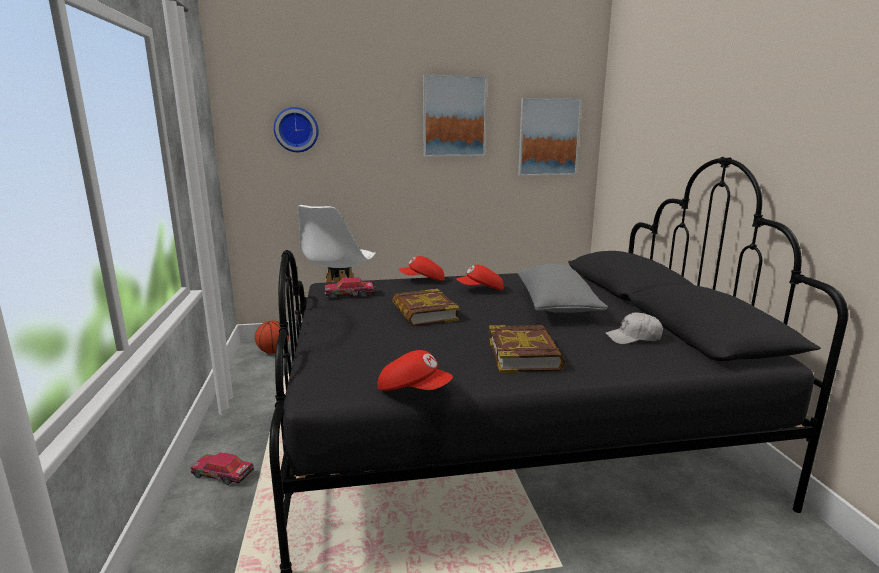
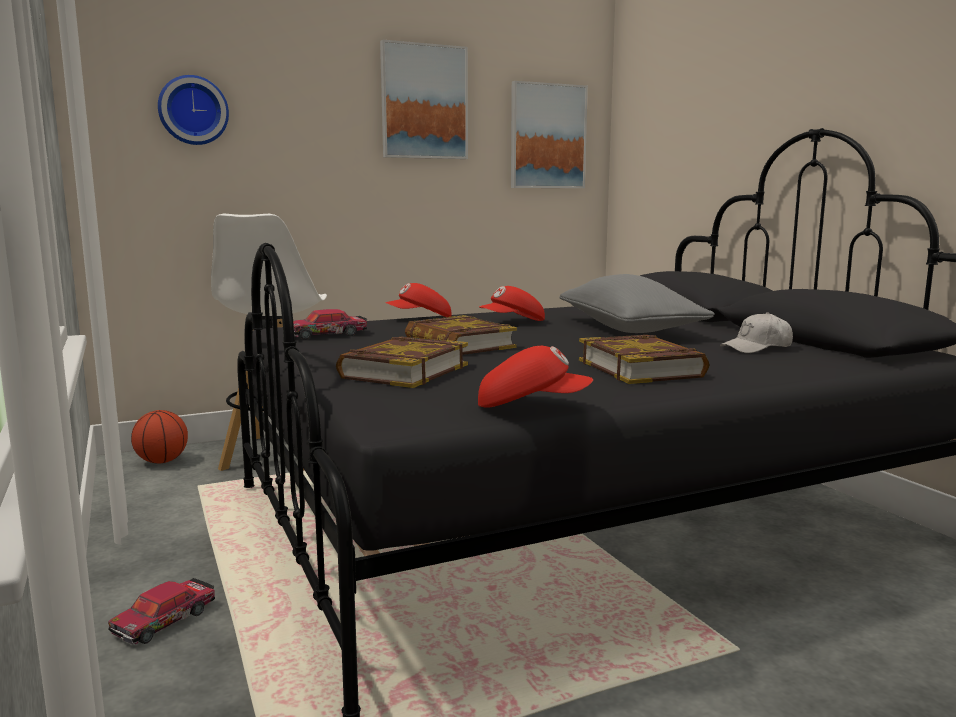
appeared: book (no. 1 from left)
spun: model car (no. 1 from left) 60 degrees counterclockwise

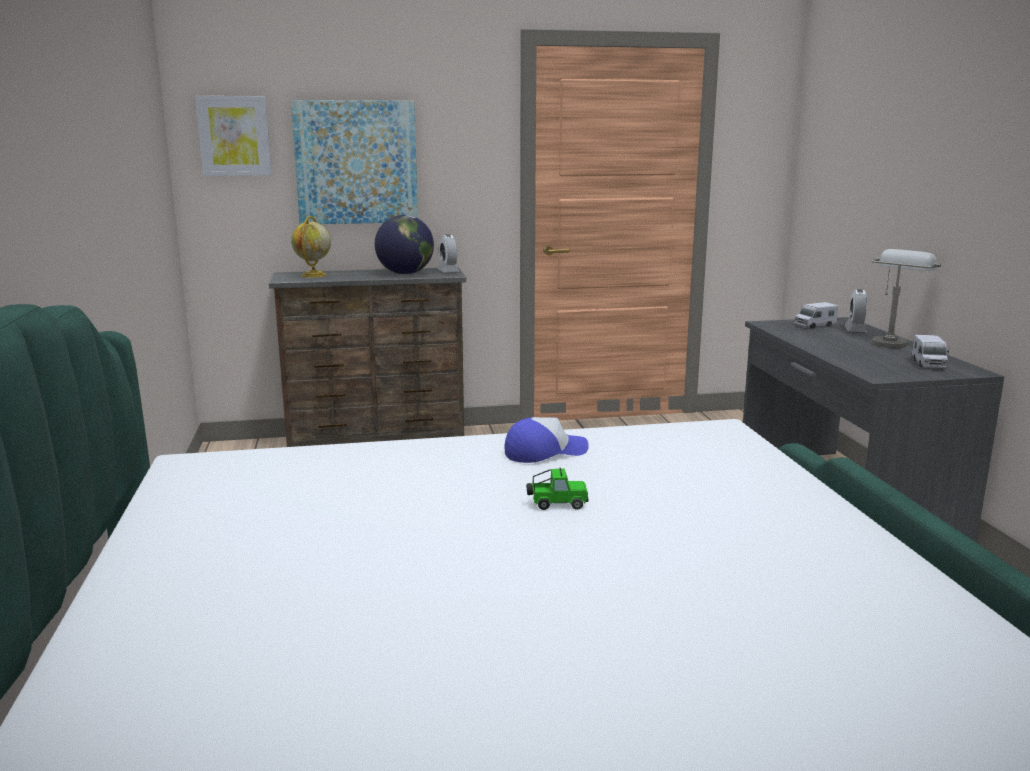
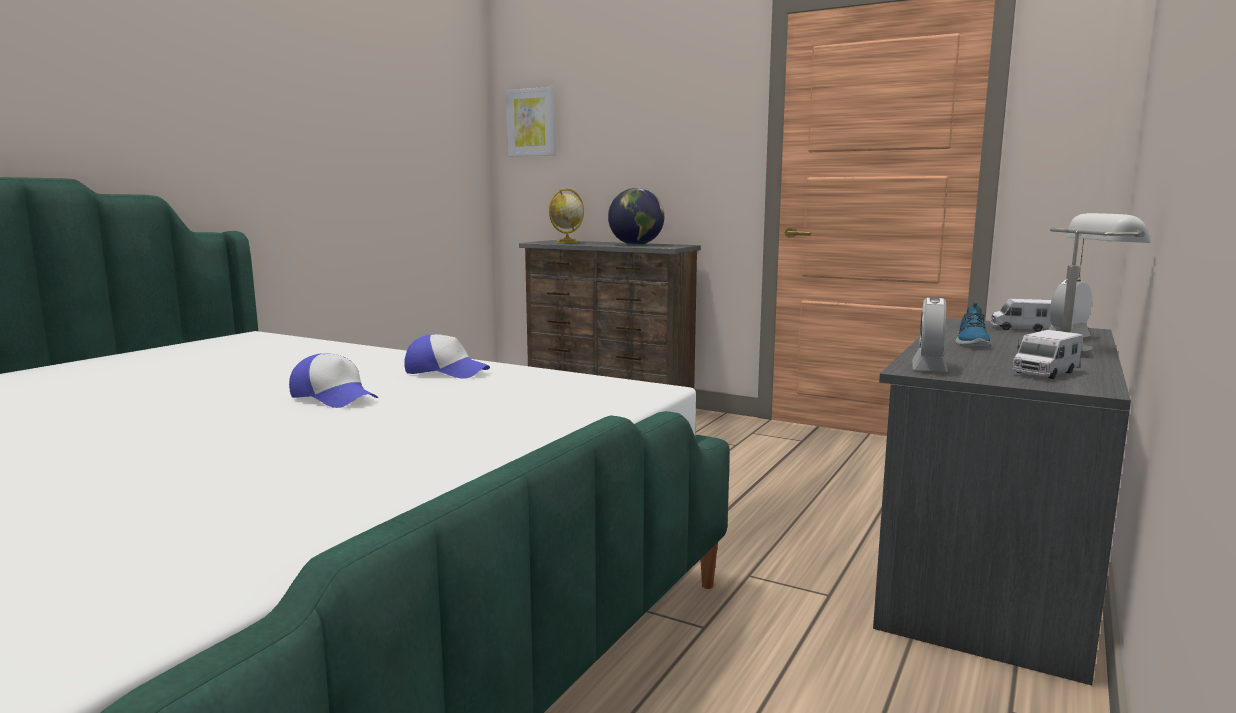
missing: wall art (no. 2 from left)
appeared: item of footwear
relocated: bedside clock (no. 1 from left)
exchanged: model car to baseball cap (no. 1 from left)

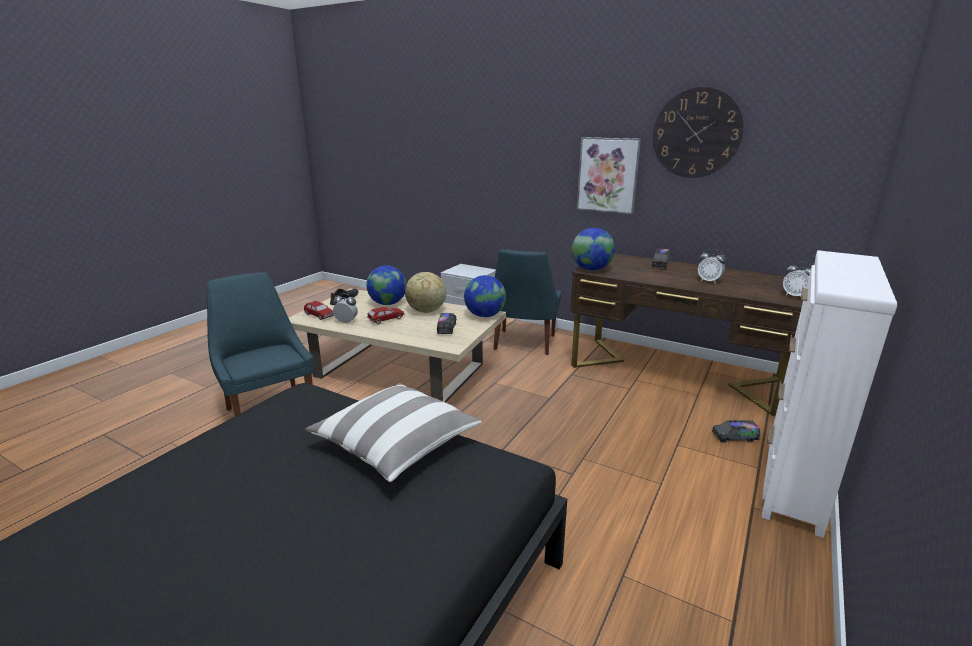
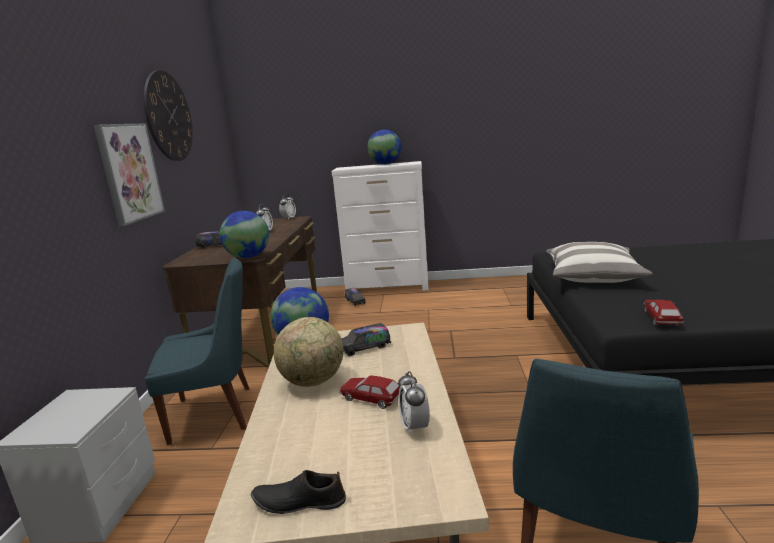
relocated: desk globe (no. 1 from left in the first image) to desk globe (no. 4 from left); model car (no. 1 from left in the first image) to model car (no. 2 from left)

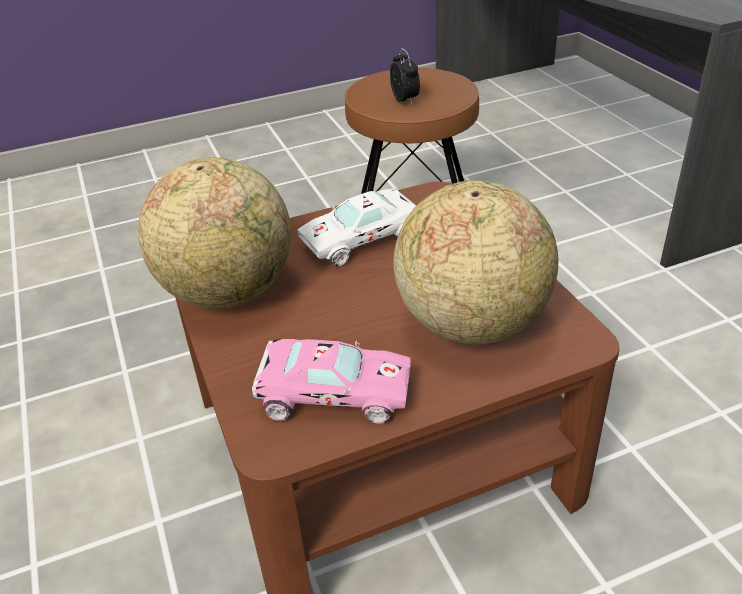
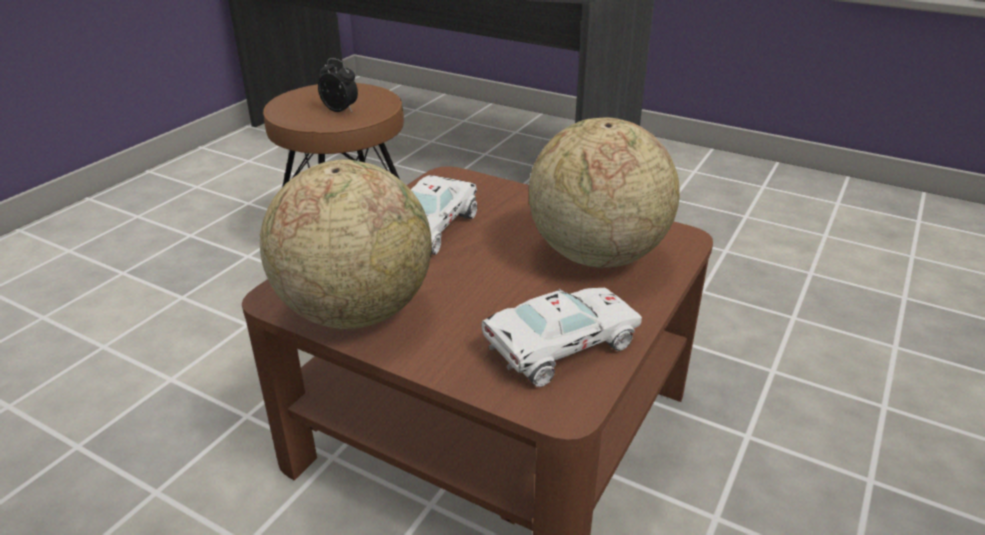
colour: pink model car to whitish model car (no. 2 from left)

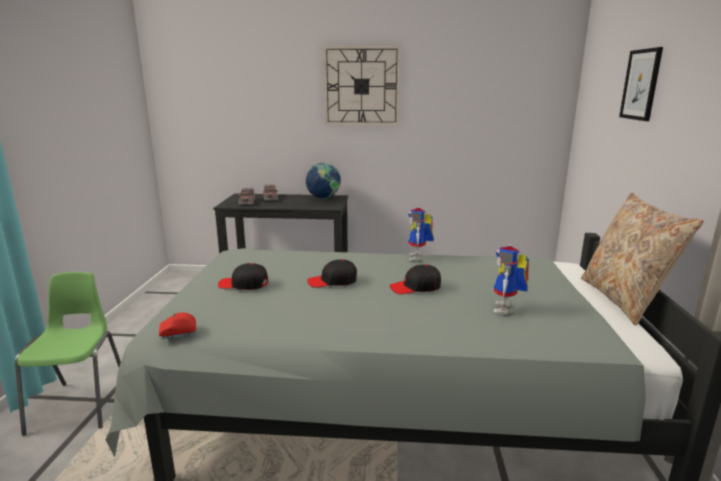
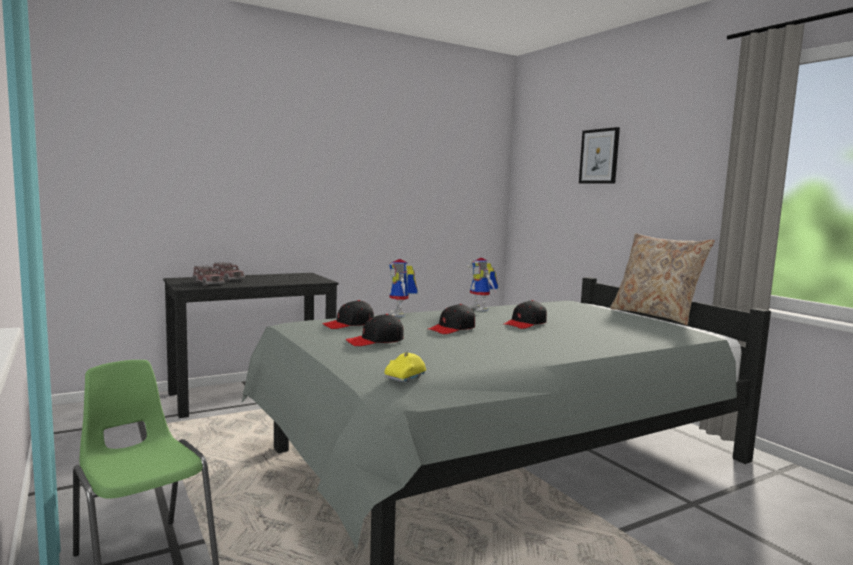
missing: desk globe; clock on the wall
appeared: black-coloured baseball cap (no. 1 from left)
relocated: model robot (no. 2 from left in the first image) to model robot (no. 1 from left)
colour: red model car to yellow-coloured model car

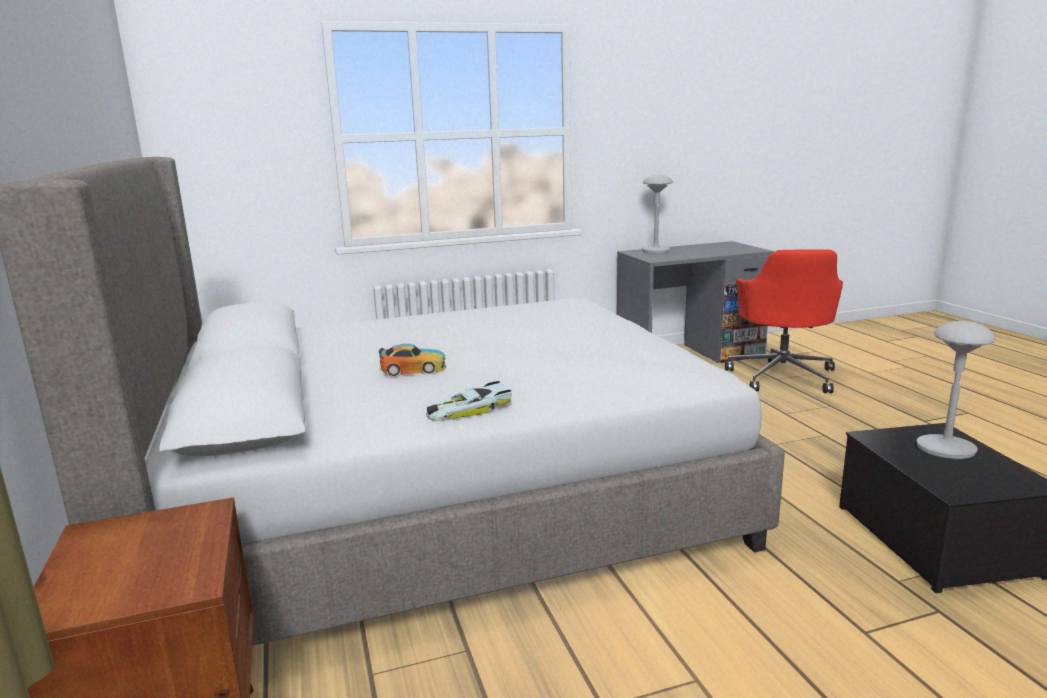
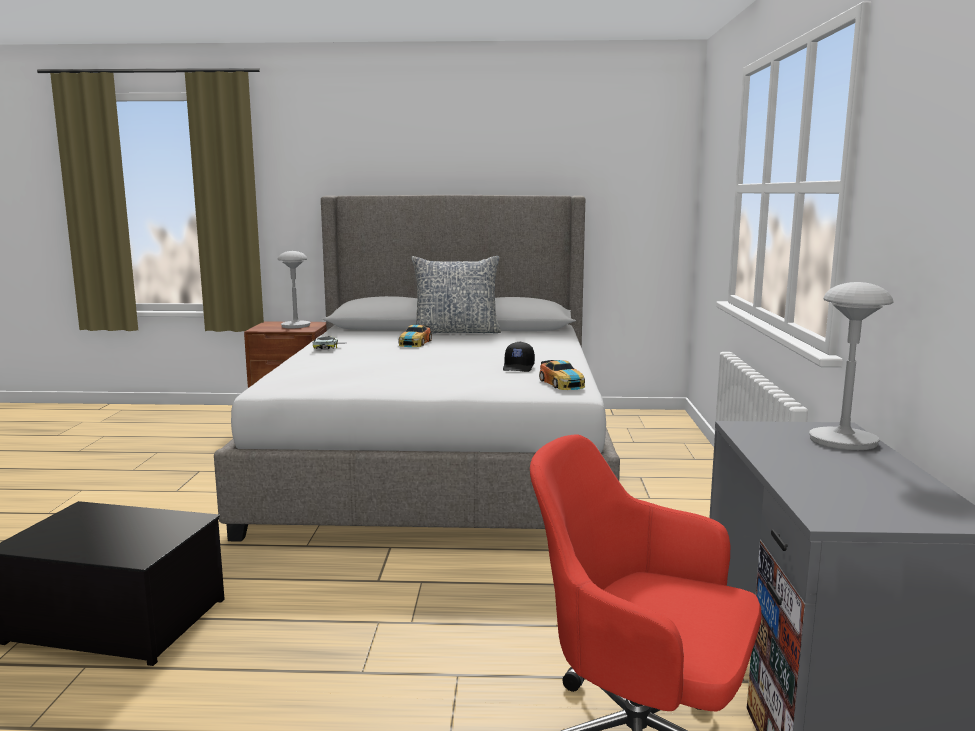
appeared: pillow; black-coloured baseball cap; model car (no. 3 from left)
relocated: greyish lamp for a table (no. 2 from left in the first image) to greyish lamp for a table (no. 1 from left)

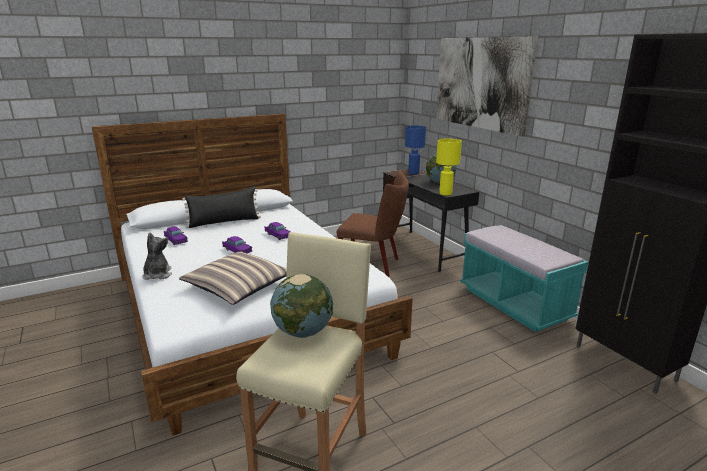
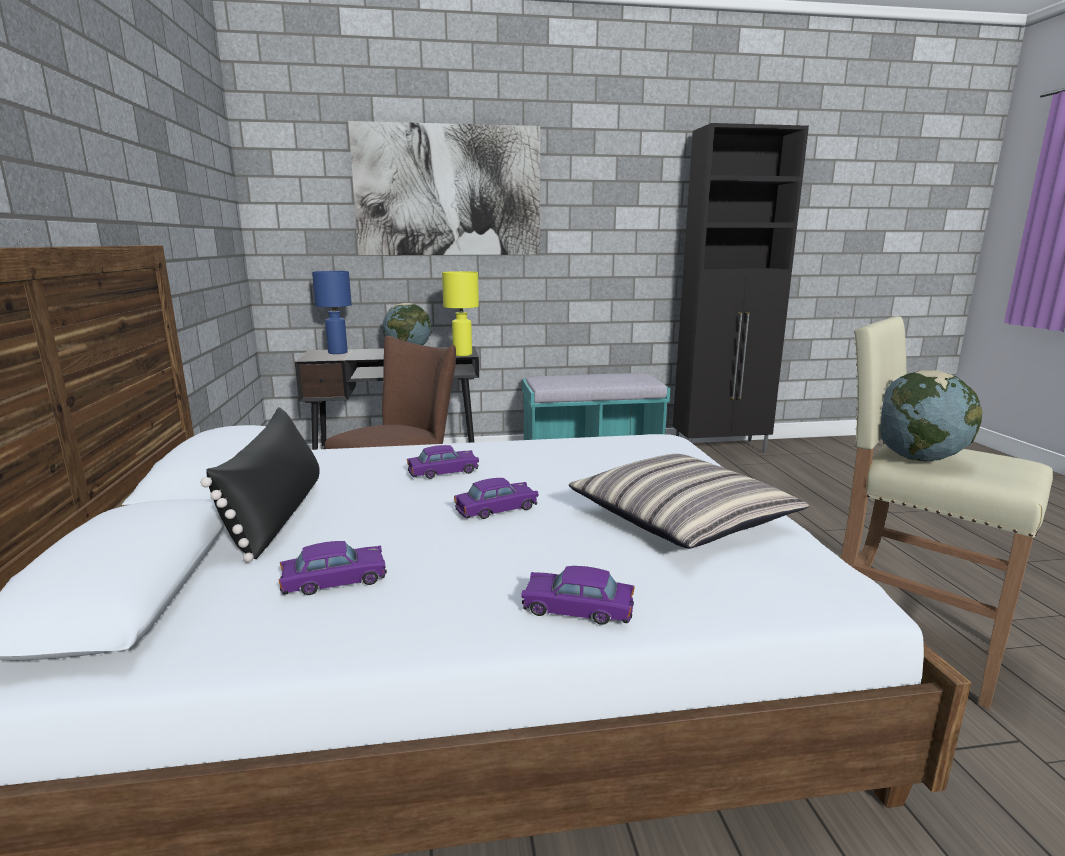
exchanged: plush toy to purple model car (no. 4 from left)

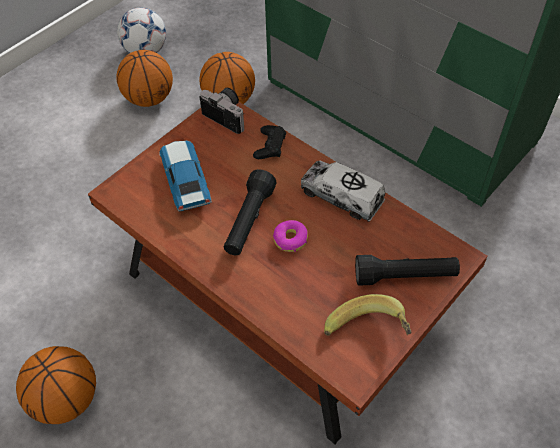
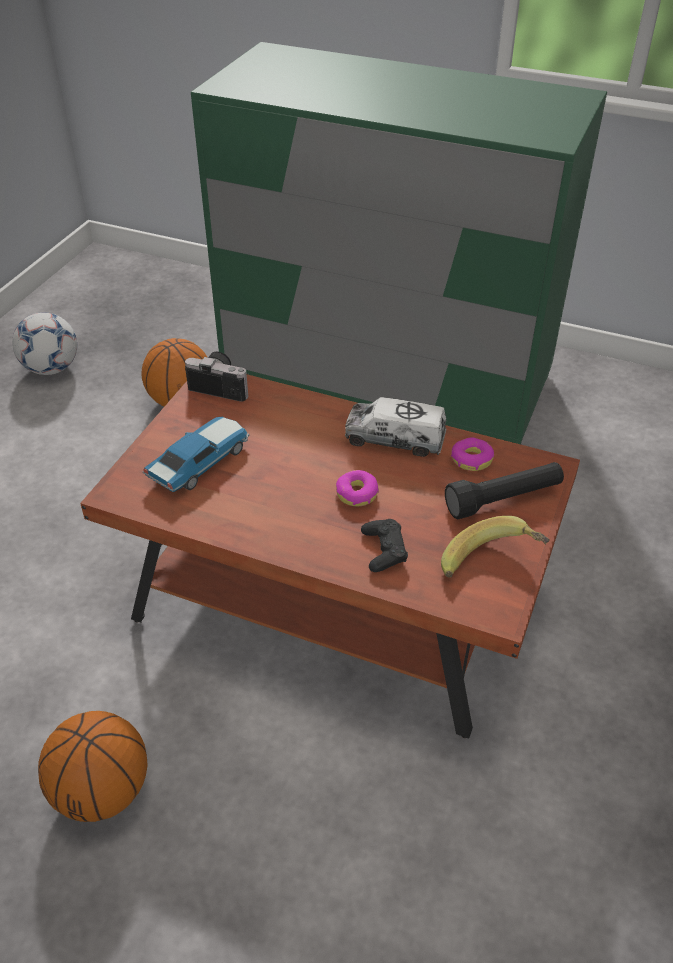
missing: basketball (no. 2 from left); black-coloured torch (no. 1 from left)
appeared: ring doughnut (no. 2 from left)
relocated: black-coloured joypad
spun: model car 75 degrees clockwise

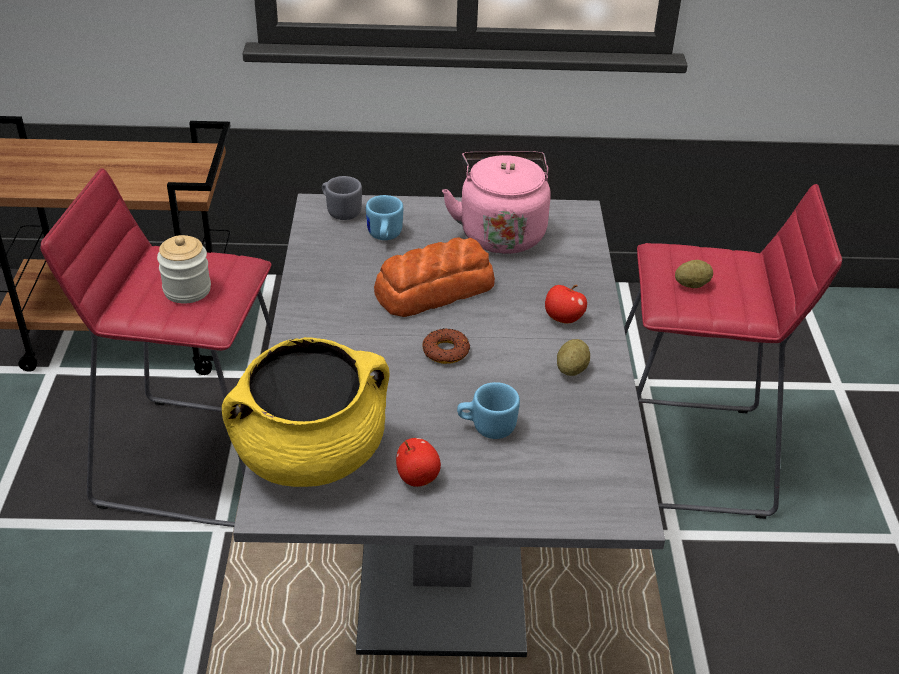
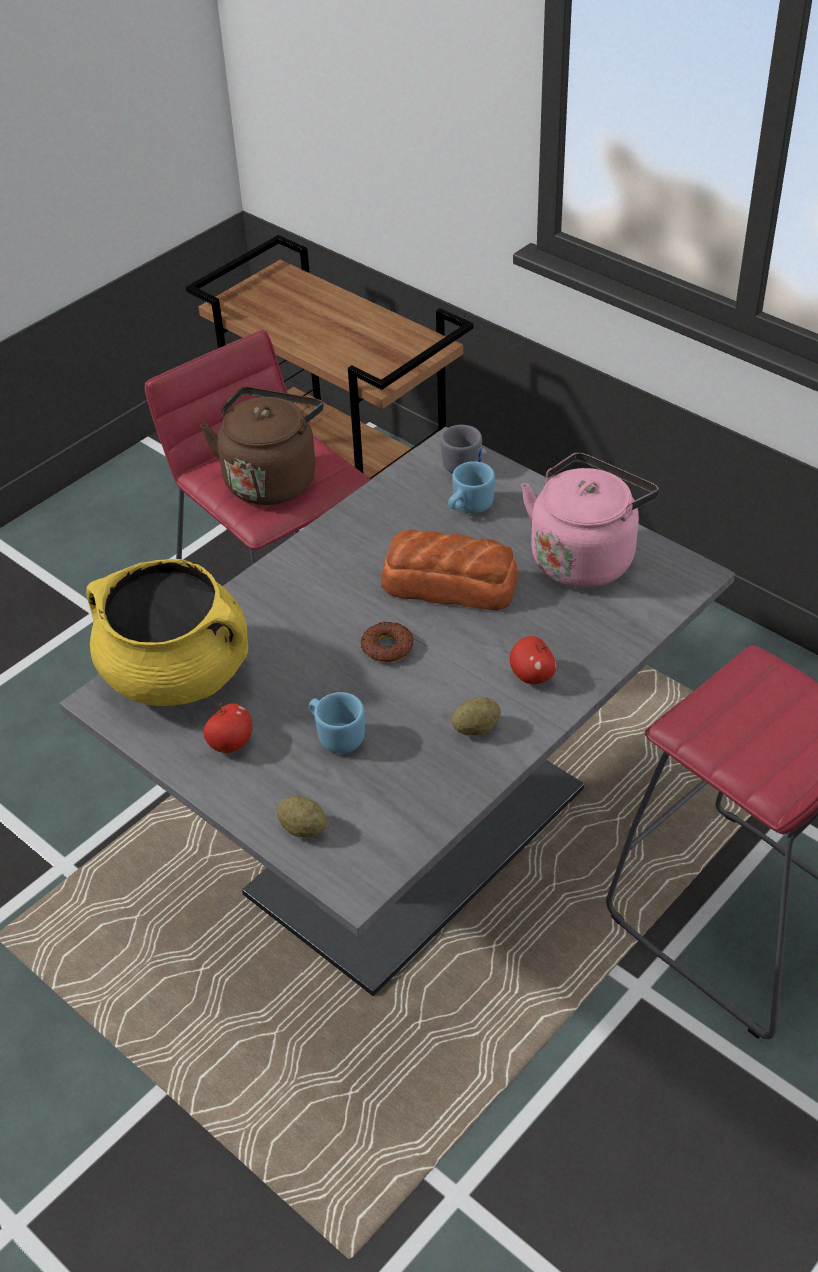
relocated: potato (no. 2 from left in the first image) to potato (no. 1 from left)
exchanged: storage jar to brown-coloured kettle

